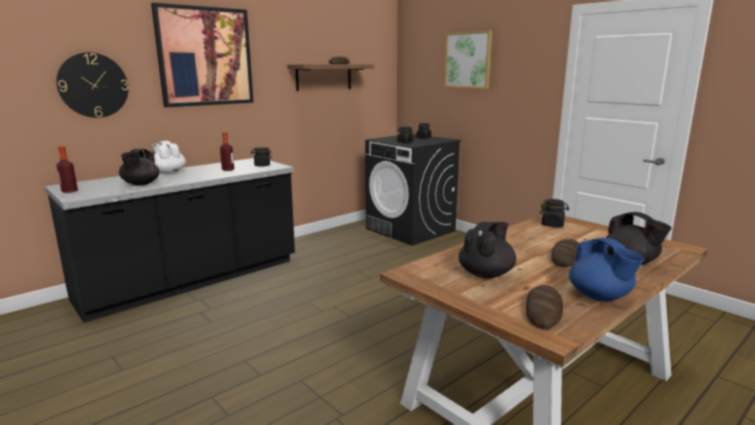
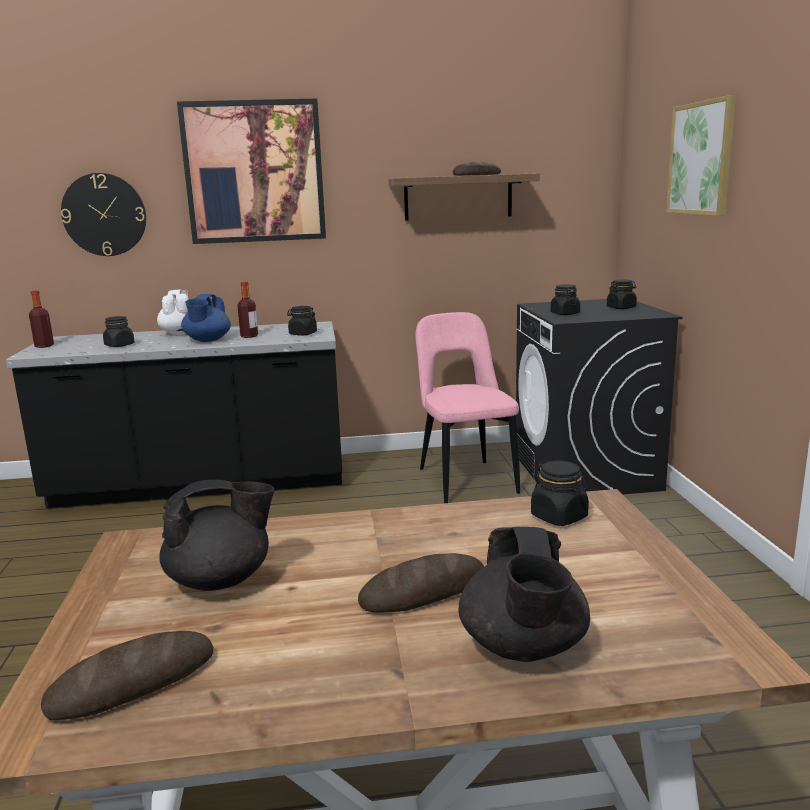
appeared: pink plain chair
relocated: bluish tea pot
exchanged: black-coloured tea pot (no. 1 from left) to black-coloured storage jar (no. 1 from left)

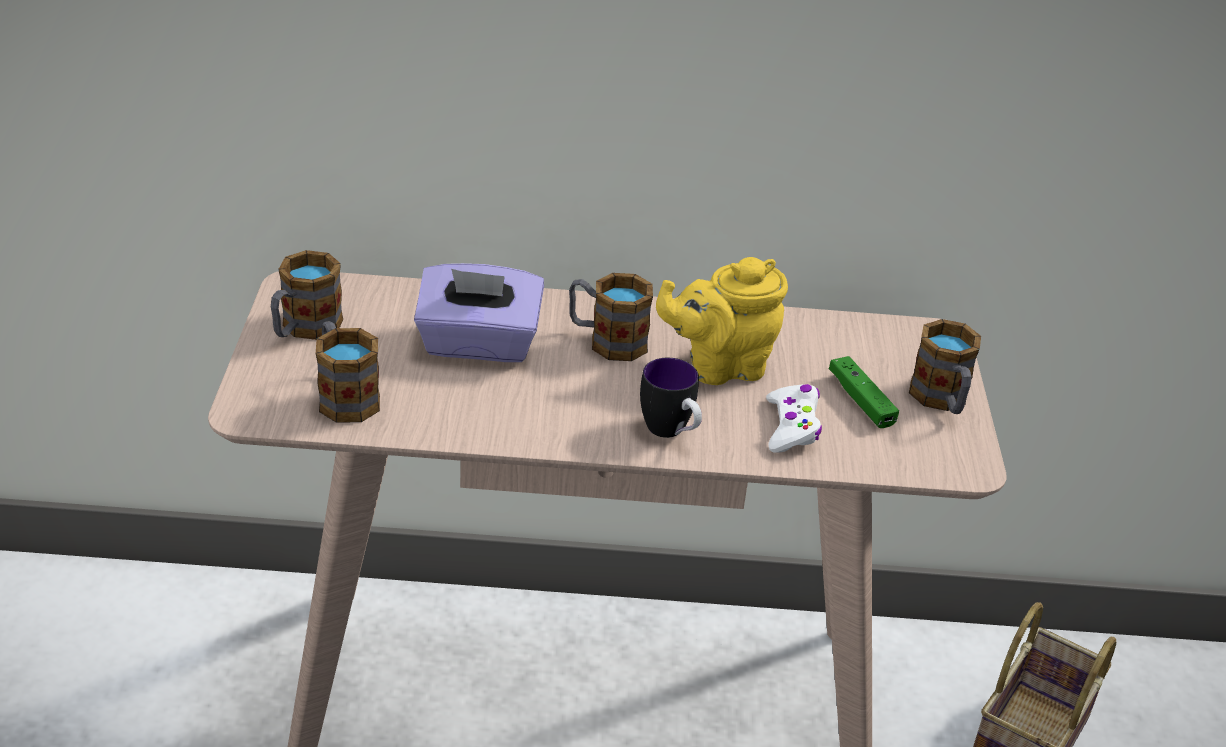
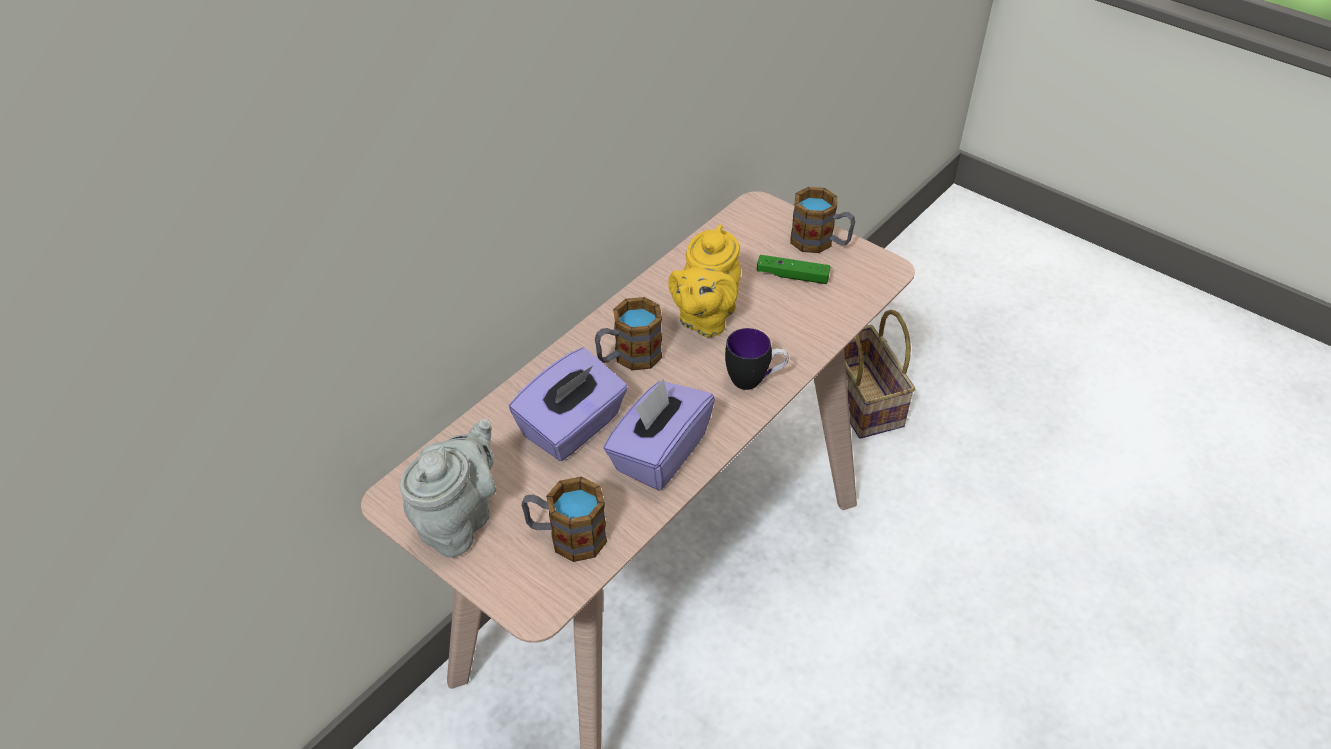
missing: whitish joypad
appeared: purple box of tissues (no. 2 from left)
exchanged: mug (no. 1 from left) to greyish tea pot

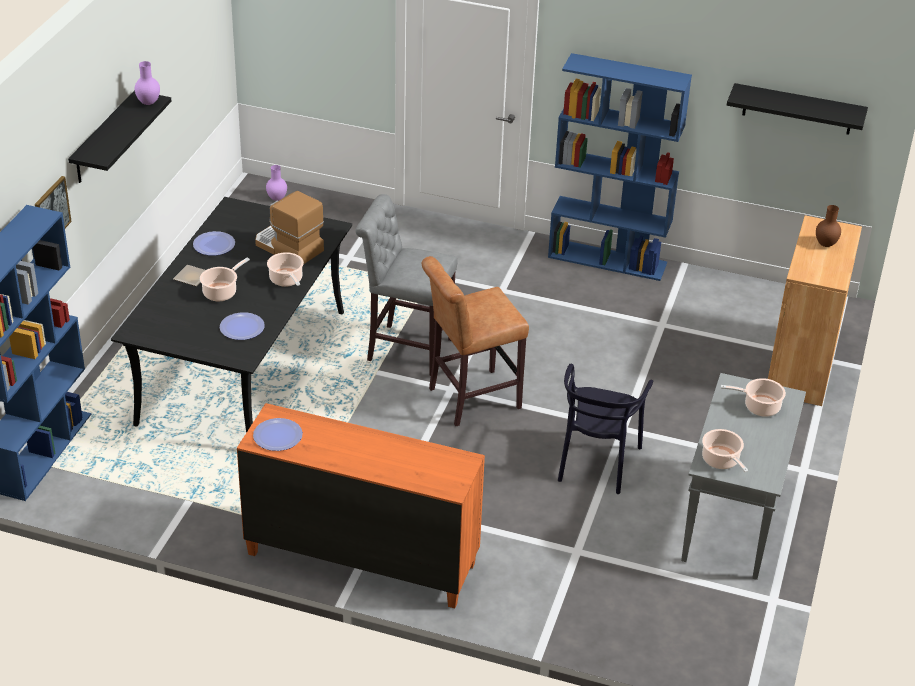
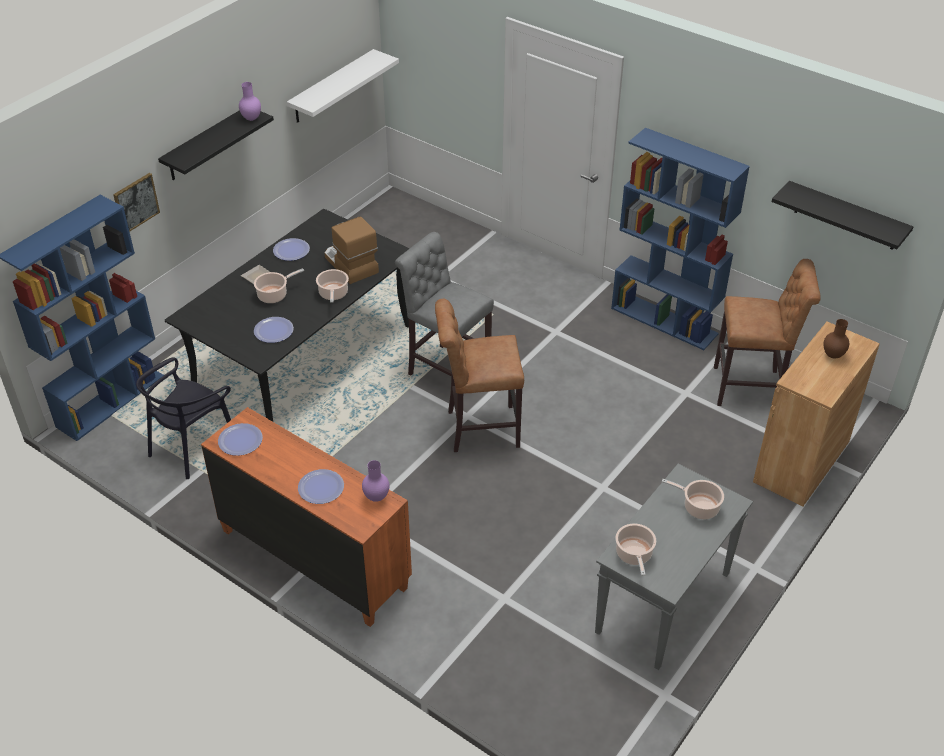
appeared: whitish shelf; plate (no. 5 from left); brown-coloured stool seat (no. 2 from left)
relocated: black-coloured plain chair; purple vase (no. 2 from left)

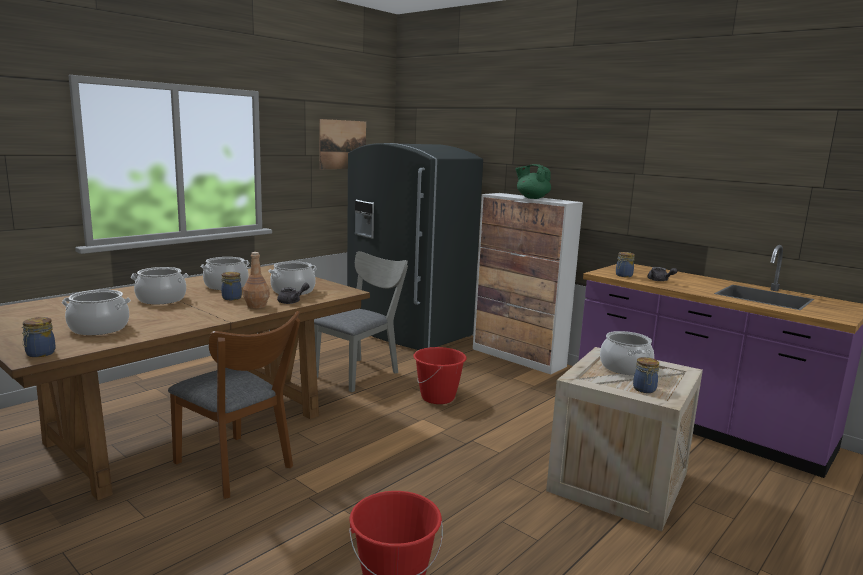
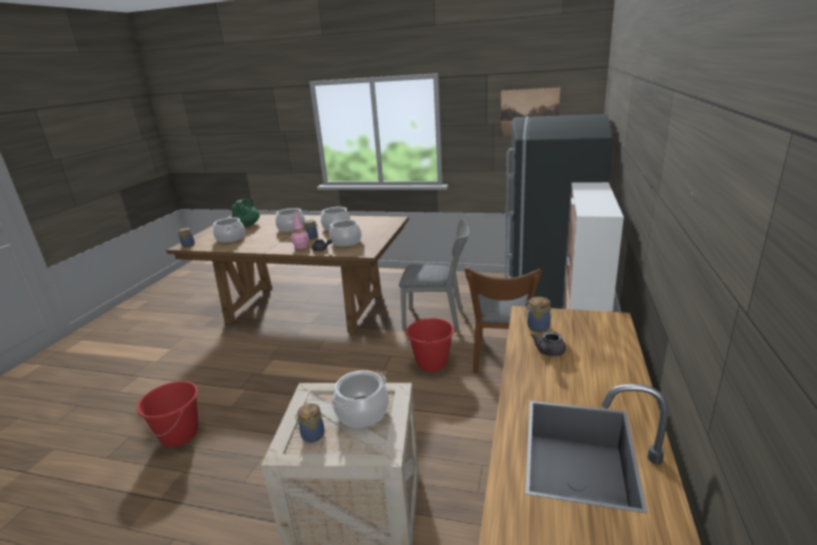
relocated: green-coloured tea pot; brown-coloured plain chair
colour: brown-coloured bottle to pink bottle

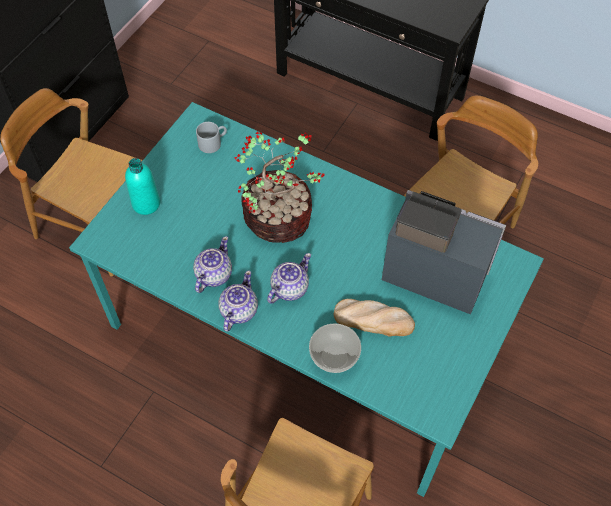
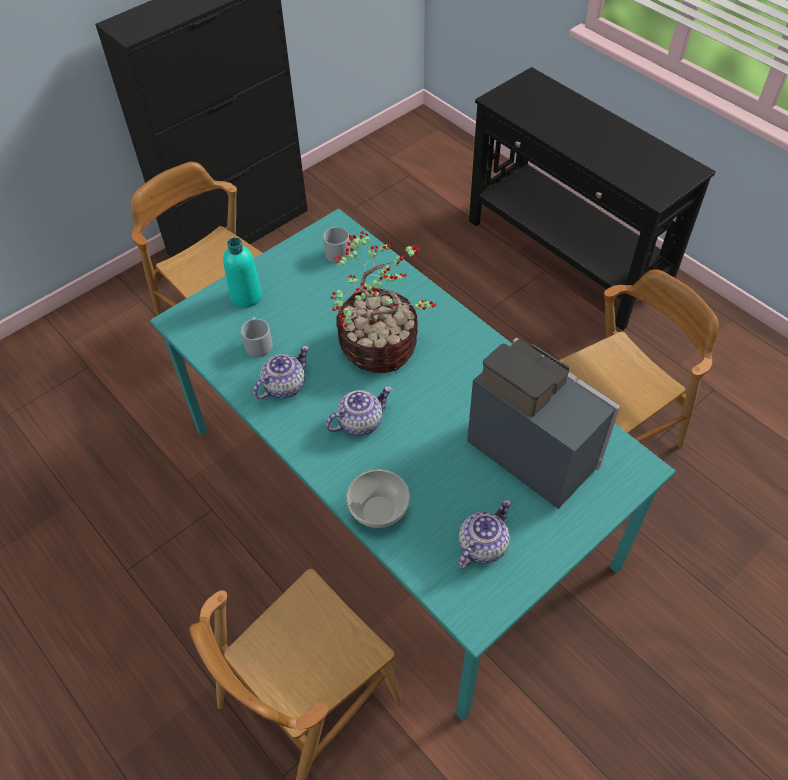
missing: bread
appeared: greyish mug (no. 1 from left)
relocated: tea pot (no. 2 from left in the first image) to tea pot (no. 3 from left)

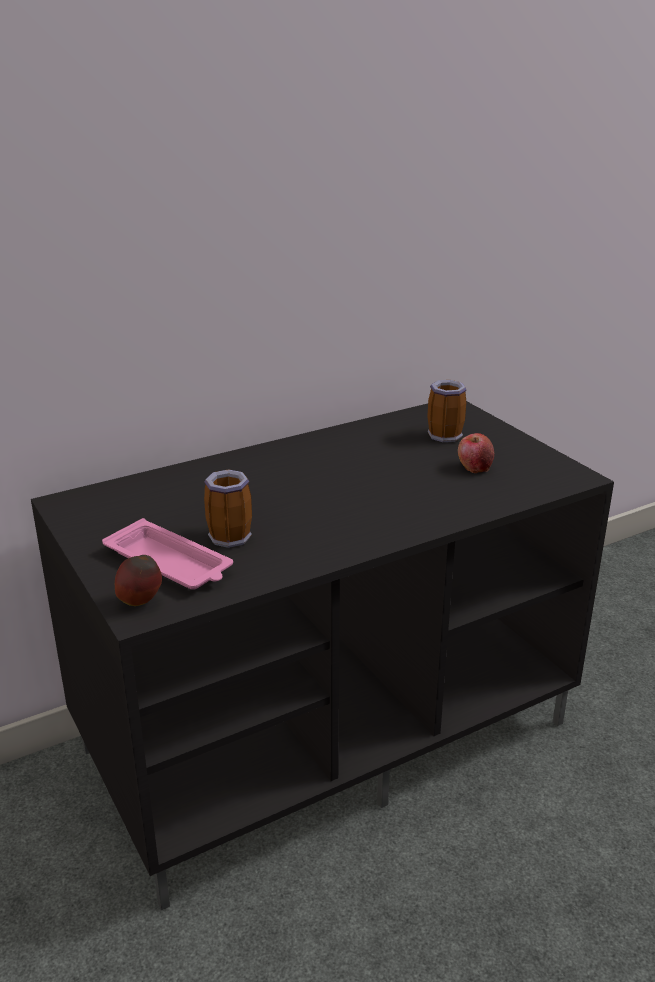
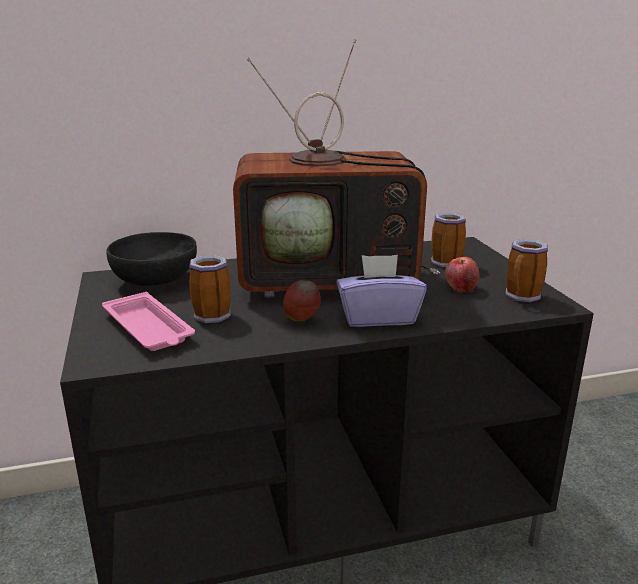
appeared: black-coloured serving bowl; TV set; purple box of tissues; mug (no. 3 from left)
relocated: apple fruit (no. 1 from left)

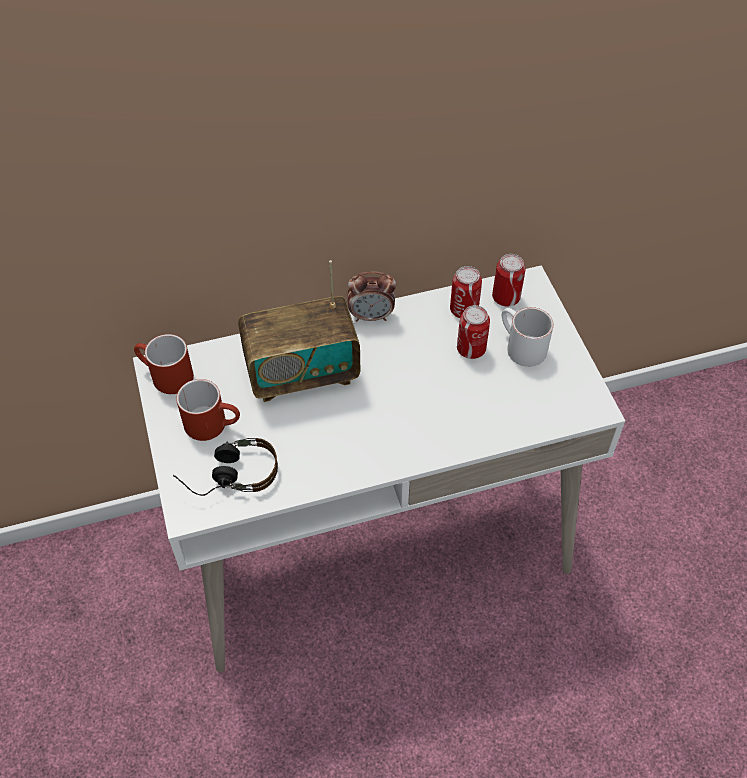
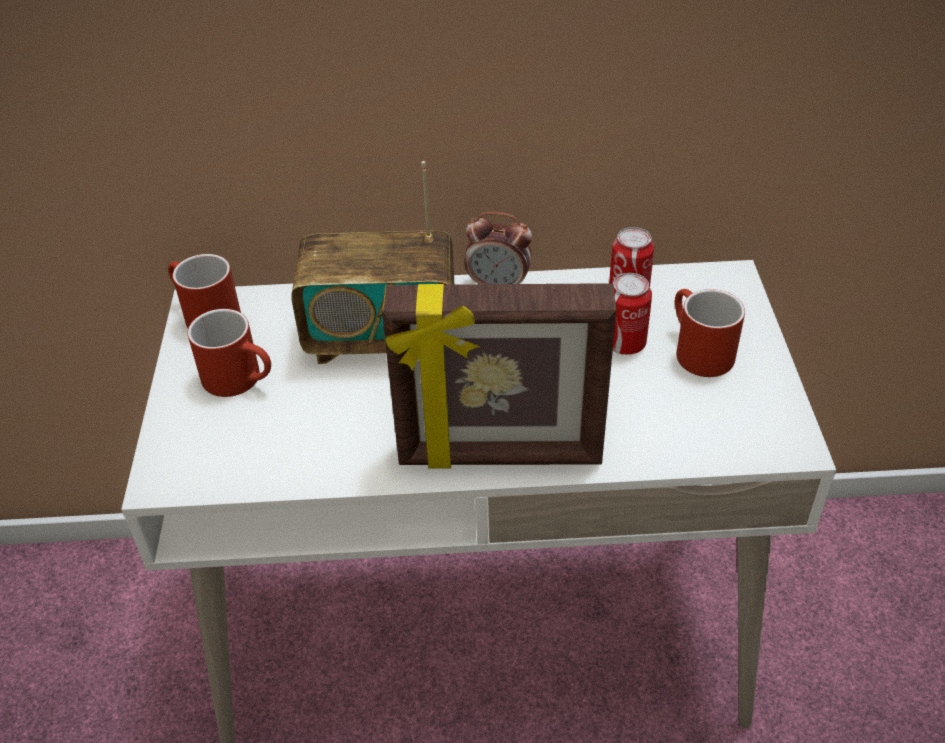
missing: headphones; sealed can (no. 3 from left)
appeared: standing frame
colour: whitish mug to red mug (no. 3 from left)

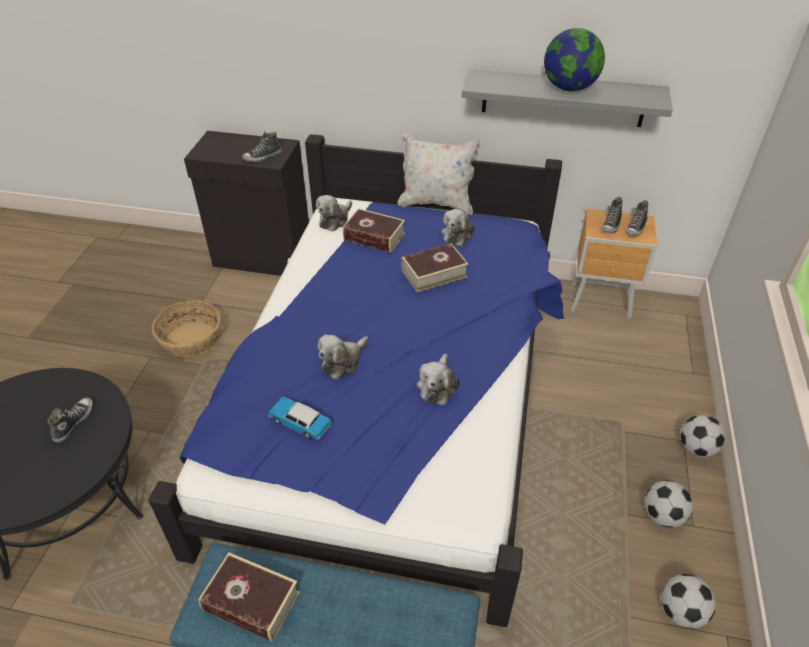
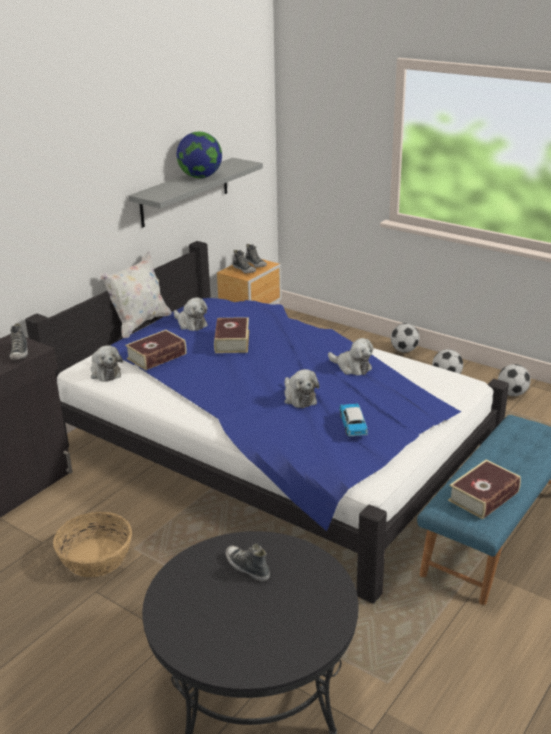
spun: model car 120 degrees clockwise

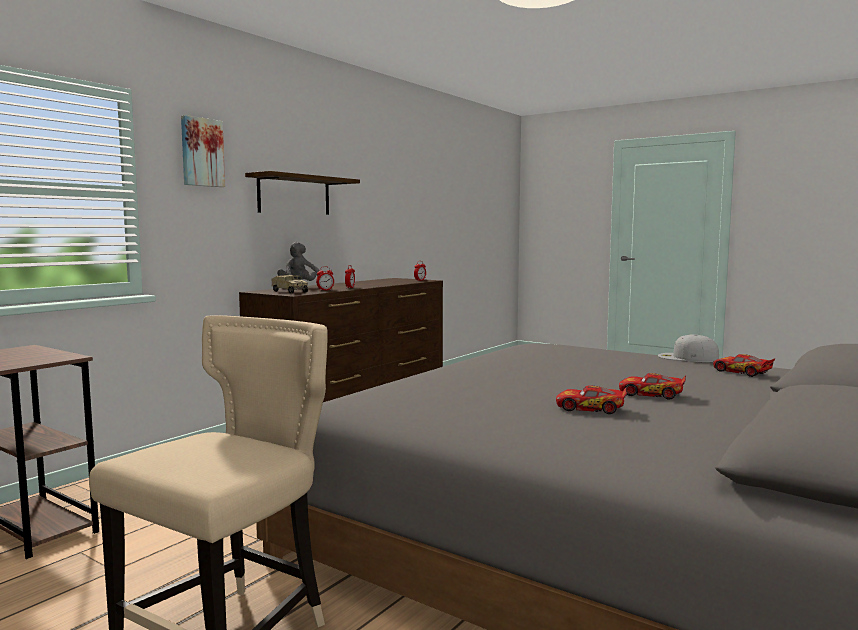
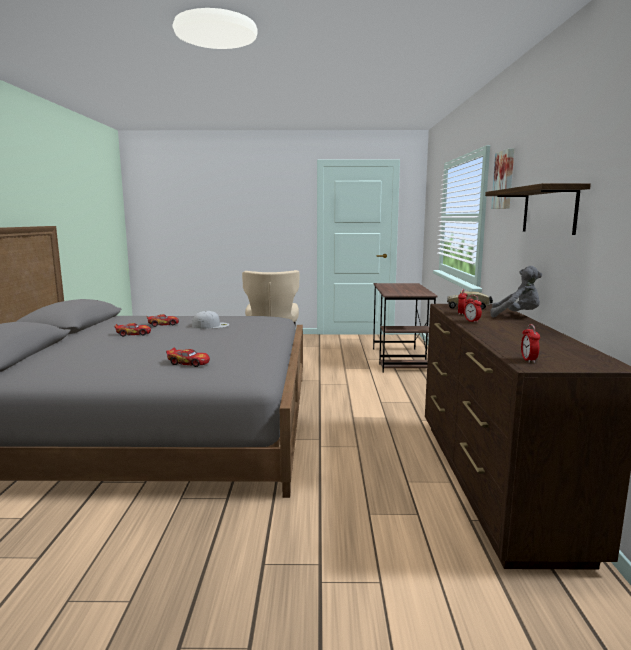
relocated: model car (no. 3 from left); whitish baseball cap

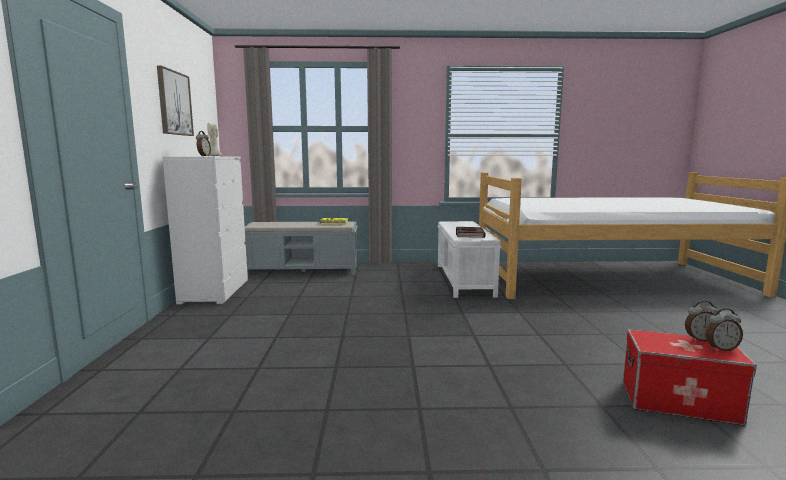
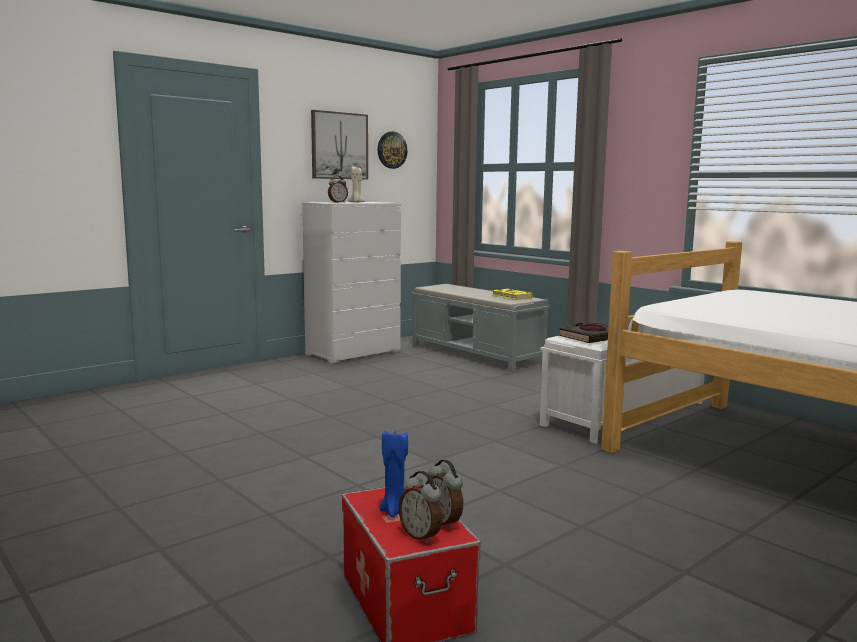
appeared: clock on the wall; bluish wax candle

